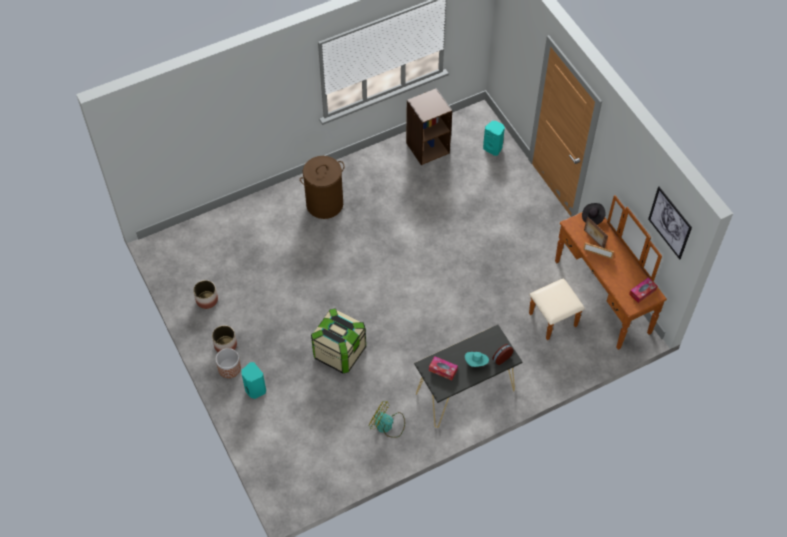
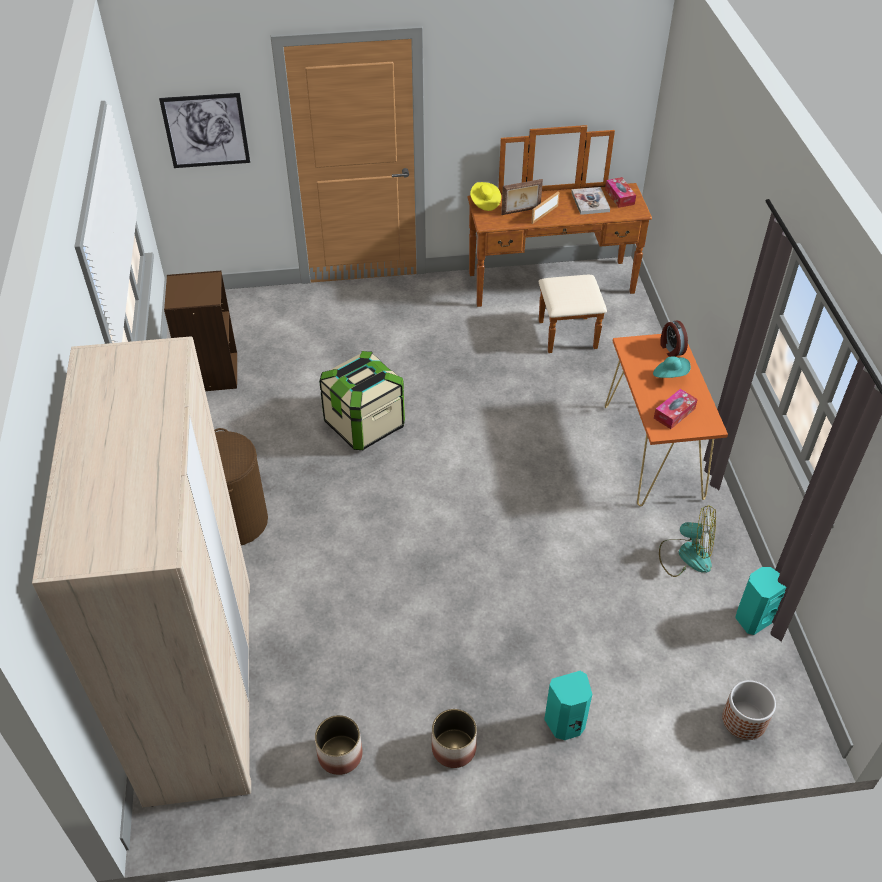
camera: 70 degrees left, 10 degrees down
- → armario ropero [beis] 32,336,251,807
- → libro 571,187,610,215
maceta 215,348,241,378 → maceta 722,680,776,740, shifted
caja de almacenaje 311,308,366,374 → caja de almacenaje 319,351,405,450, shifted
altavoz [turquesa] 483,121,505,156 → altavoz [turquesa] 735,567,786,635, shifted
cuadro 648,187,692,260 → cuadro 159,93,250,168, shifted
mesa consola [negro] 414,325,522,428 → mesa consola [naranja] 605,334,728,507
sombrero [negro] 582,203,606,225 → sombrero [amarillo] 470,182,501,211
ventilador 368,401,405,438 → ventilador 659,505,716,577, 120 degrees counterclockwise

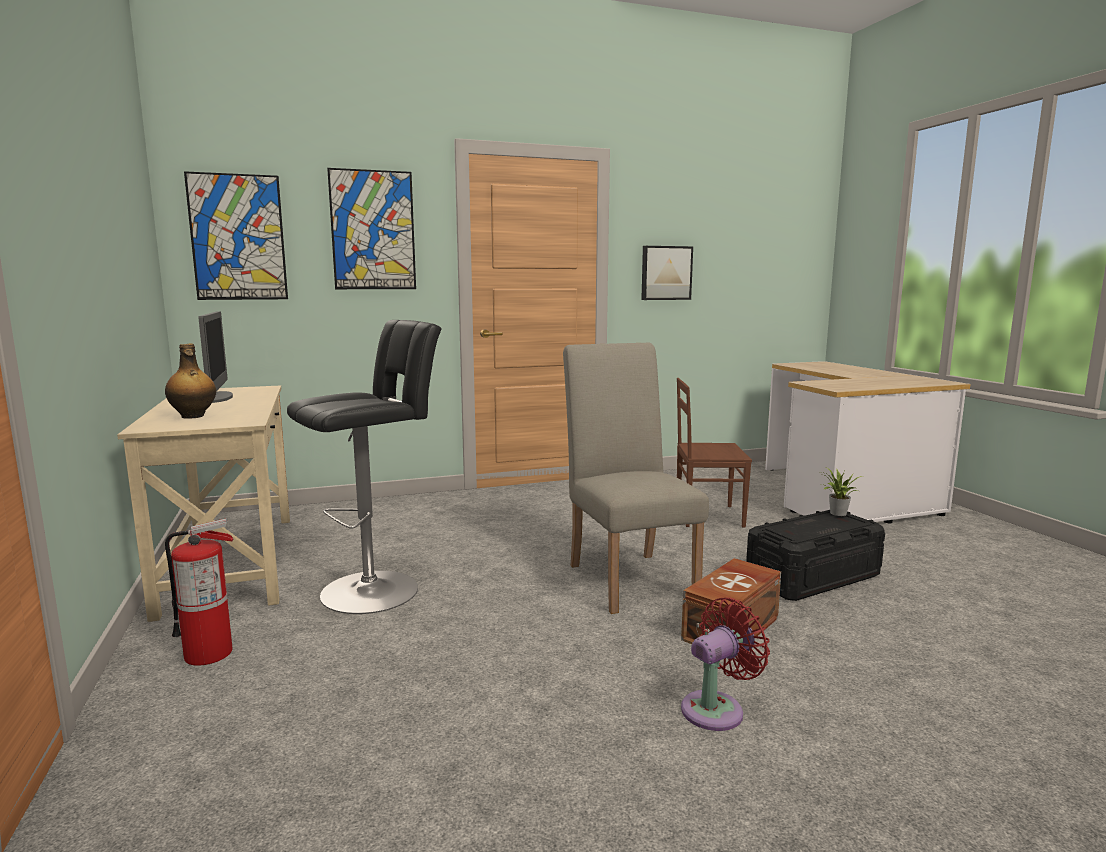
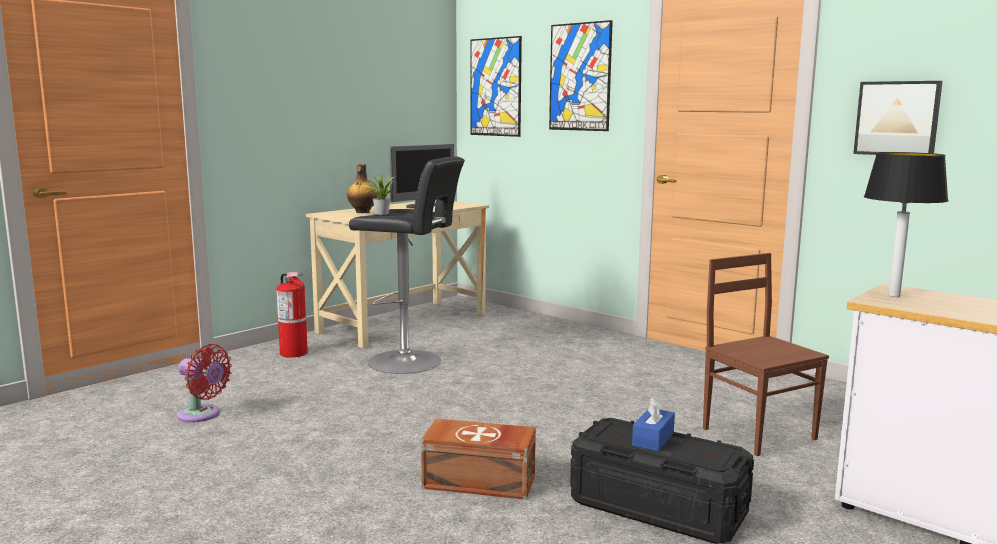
camera: 60 degrees right, 0 degrees up
silla [beis] 563,343,709,614 → -
- → caja de pañuelos [azul] 632,397,675,451
- → lámpara de mesa 864,152,949,297
ventilador [rojo] 681,598,770,731 → ventilador [rojo] 177,344,232,423, shifted
planta en maceta 822,468,862,516 → planta en maceta 362,176,395,215, shifted

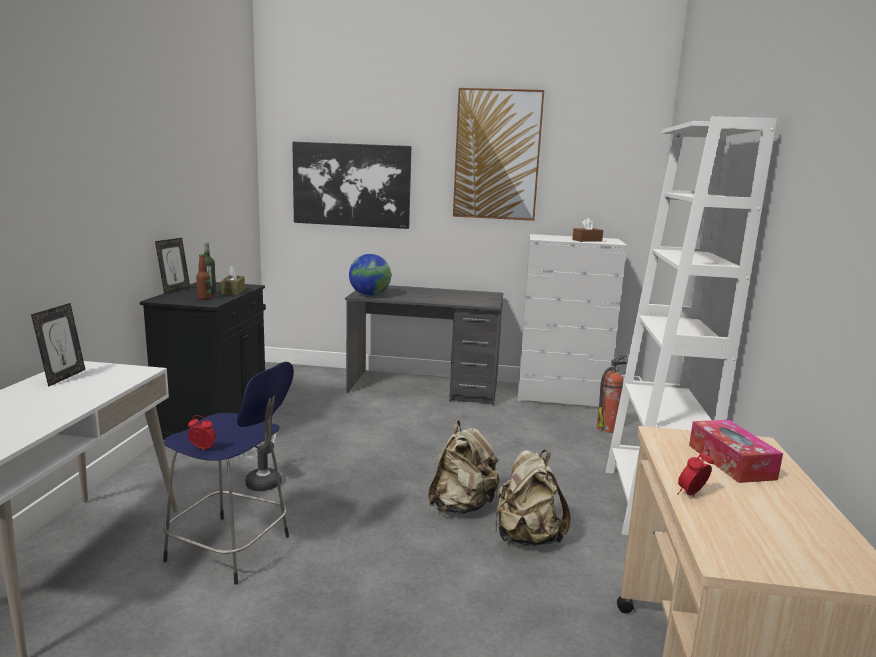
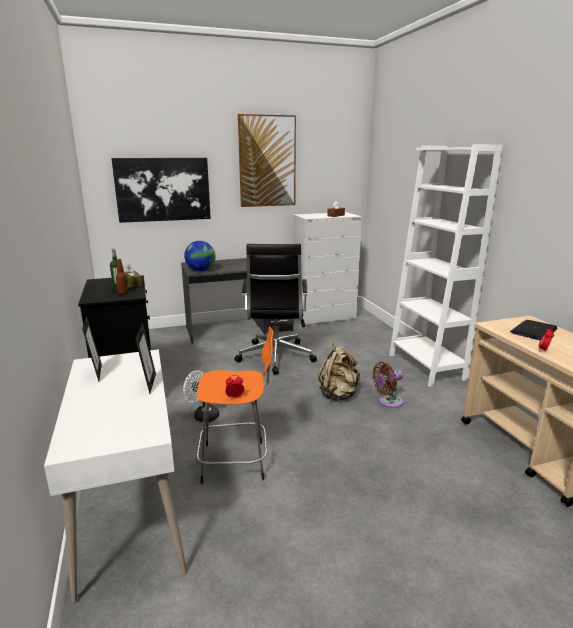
camera: 25 degrees left, 5 degrees up
extintor 597,355,627,433 → -
- → silla de oficina [negro] 235,244,317,375
portarretratos 155,238,190,294 → portarretratos 135,322,156,394, shifted
mochila [beis] 495,450,571,546 → ventilador [marrón] 372,362,403,408
caja de pañuelos 689,420,783,483 → portátil 510,320,557,340
taburete [azul] 163,362,294,585 → taburete [naranja] 196,326,273,484

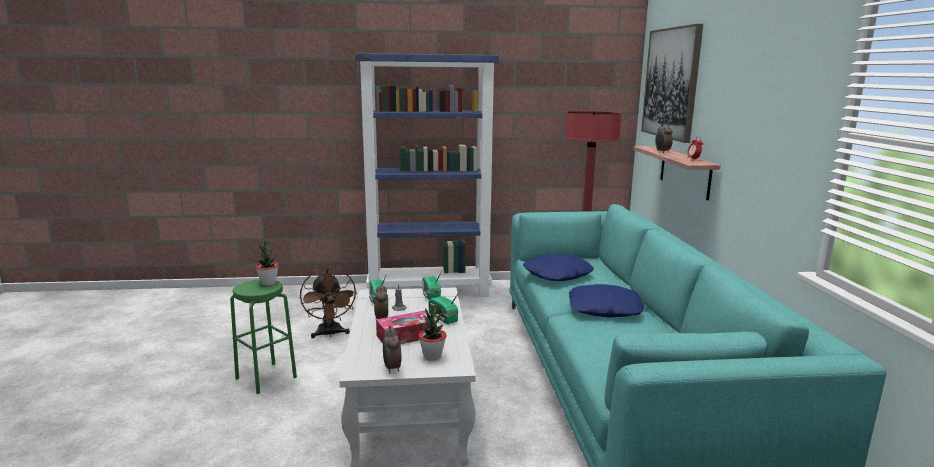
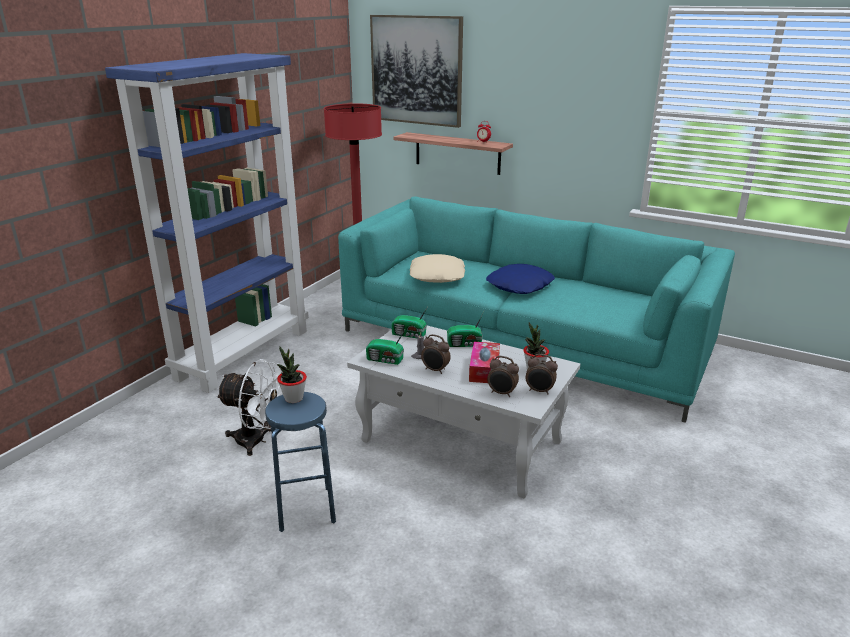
camera: 55 degrees left, 10 degrees up
despertador 655,123,673,153 → despertador 487,356,519,397, shifted
taburete [verde] 230,279,297,394 → taburete [azul] 265,392,336,532
ventilador [marrón] 300,267,357,338 → ventilador [blanco] 216,359,282,456
cojín [azul] 523,254,594,281 → cojín [beis] 410,254,465,283

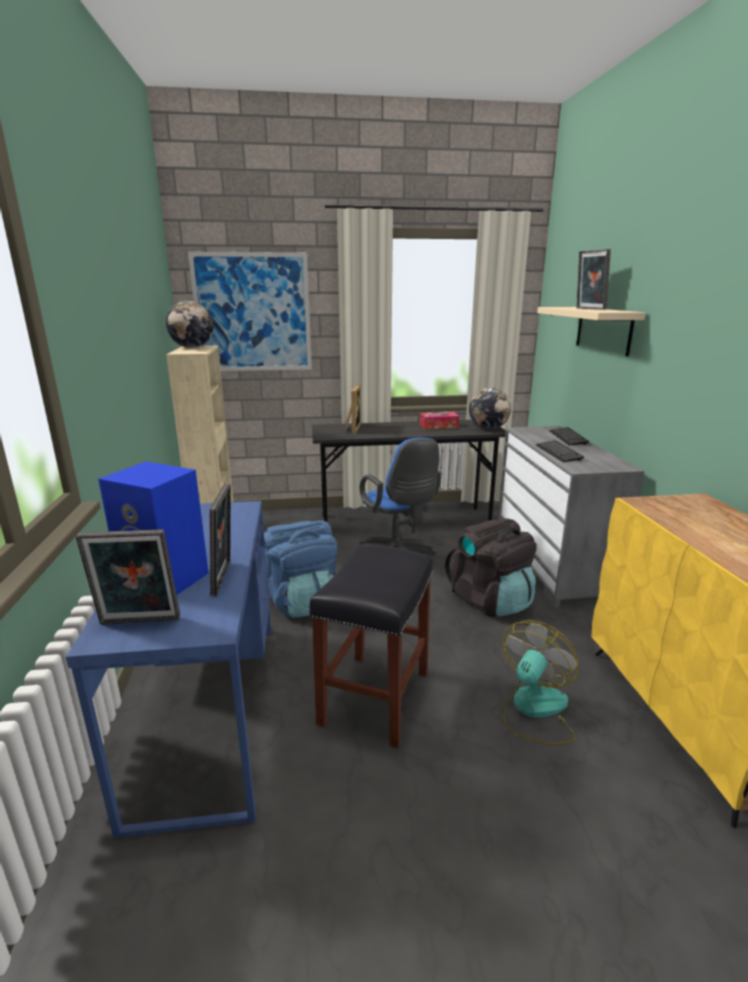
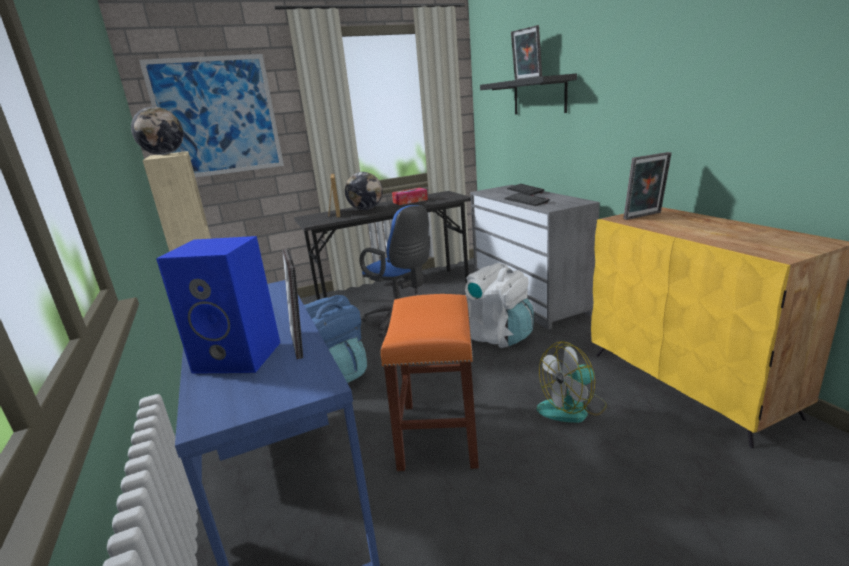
camera: 15 degrees left, 0 degrees up
portarretratos 76,529,180,624 → portarretratos 623,152,672,220, shifted
globo terráqueo 469,388,511,430 → globo terráqueo 345,172,383,210, shifted
taburete [negro] 309,544,433,748 → taburete [naranja] 381,294,479,471
mochila [negro] 445,518,537,617 → mochila [blanco] 465,263,534,348
estante [beis] 537,307,646,357 → estante [negro] 480,74,577,114
ventilador 502,620,579,745 → ventilador 537,341,607,423, 135 degrees counterclockwise

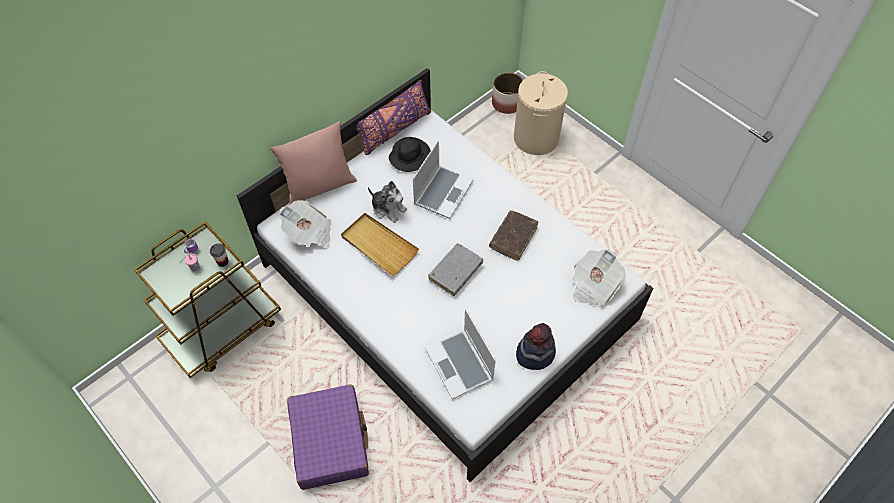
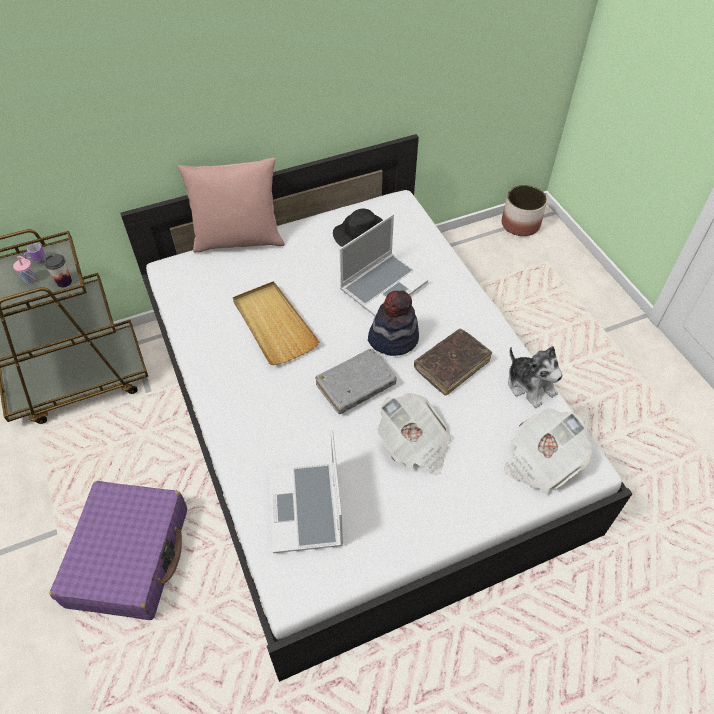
camera: 20 degrees right, 5 degrees down
cojín [morado] 357,80,431,155 → -
cesto de la ropa [beis] 514,71,568,155 → -
periódico 279,200,331,247 → periódico 377,393,452,475, shifted
peluche 368,181,407,223 → peluche 508,346,563,408, shifted
sombrero 516,323,556,370 → sombrero 368,290,419,356, shifted

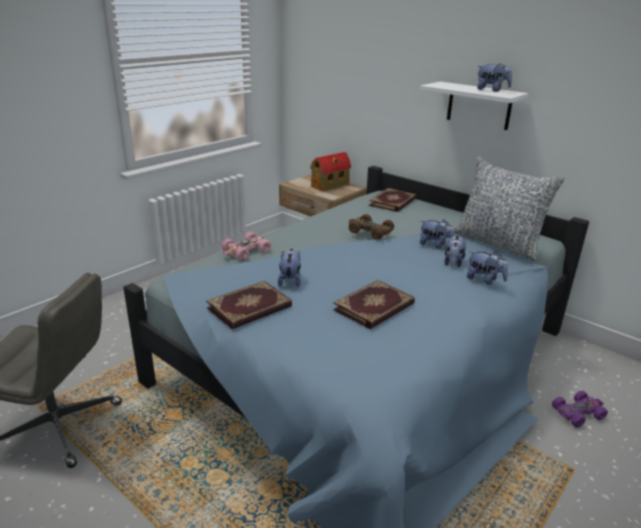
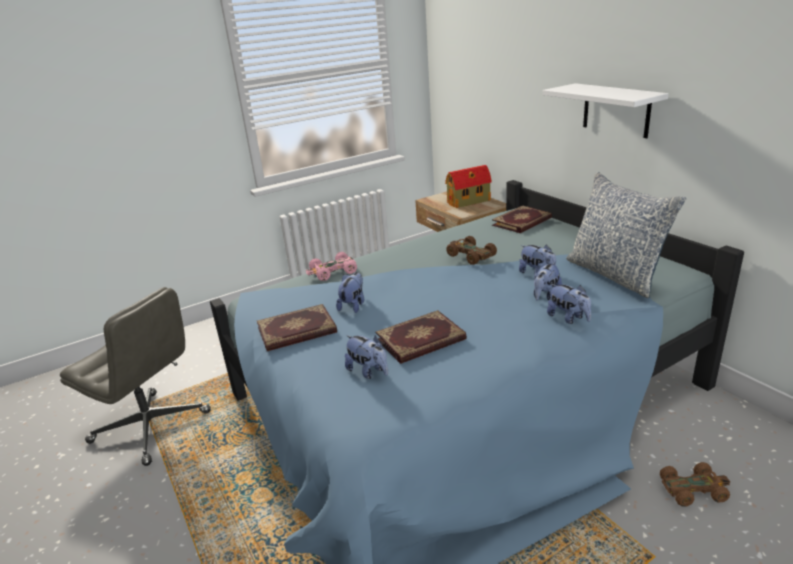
camera: 20 degrees right, 0 degrees up
peluche 477,63,512,92 → peluche 345,335,388,379, shifted
coche de juguete [morado] 552,391,608,427 → coche de juguete [marrón] 660,462,730,507

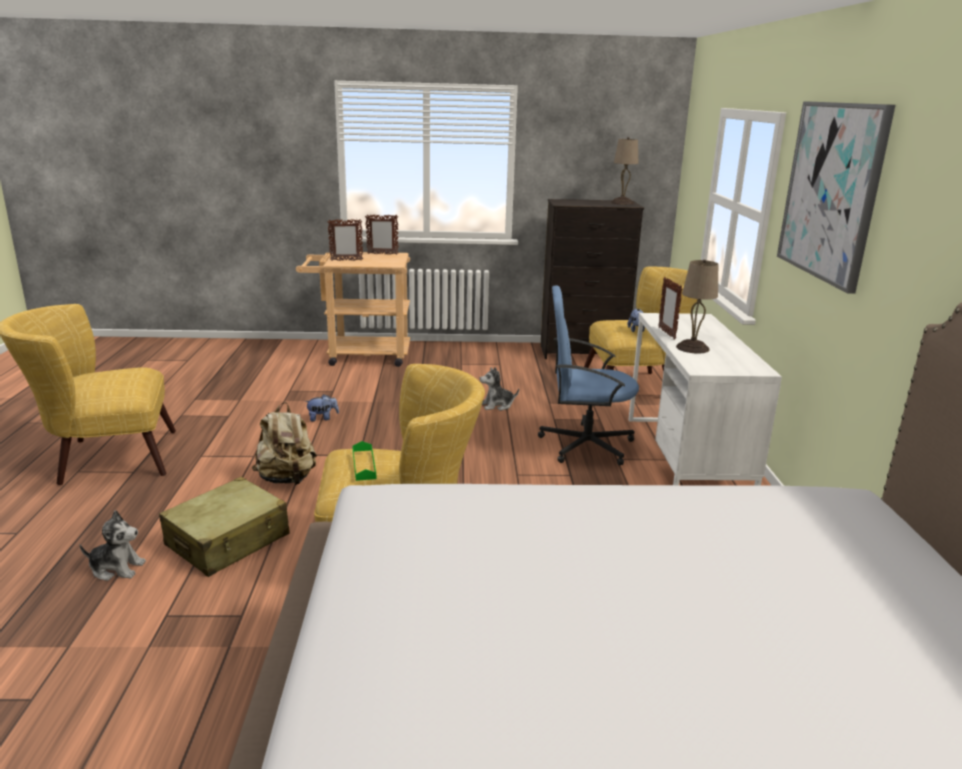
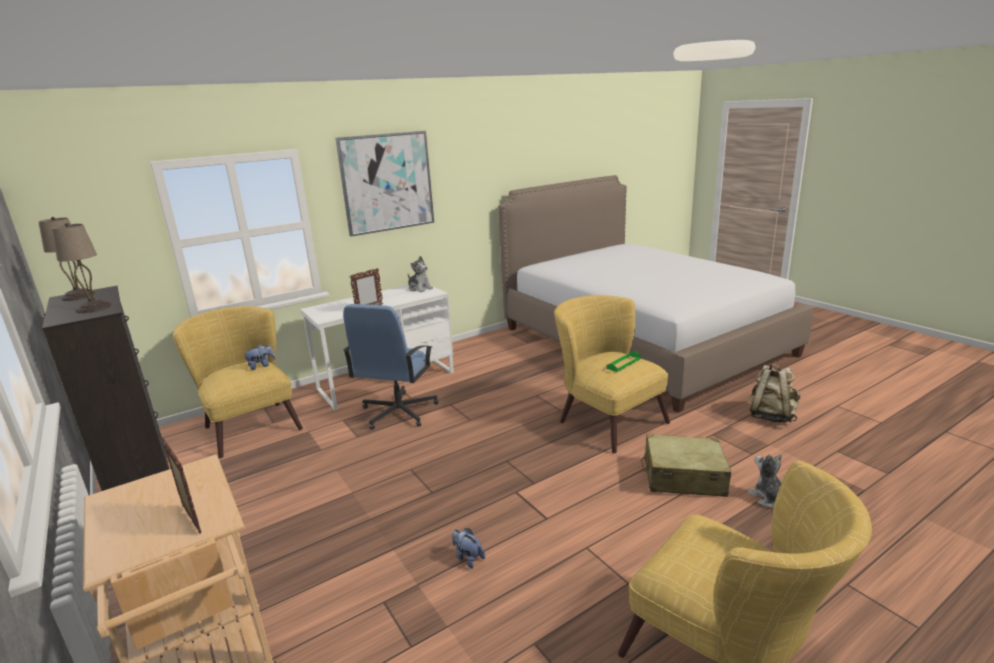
camera: 120 degrees left, 0 degrees up
portarretratos 365,214,398,255 → -
mochila [beis] 252,402,317,485 → mochila [beis] 749,363,800,423, shifted
peluche 480,367,519,411 → peluche 408,256,433,292, shifted
lámpara de mesa [beis] 676,260,718,354 → lámpara de mesa [beis] 51,223,112,313, shifted
silla de oficina [azul] 538,286,639,465 → silla de oficina [azul] 343,304,439,430, 45 degrees clockwise

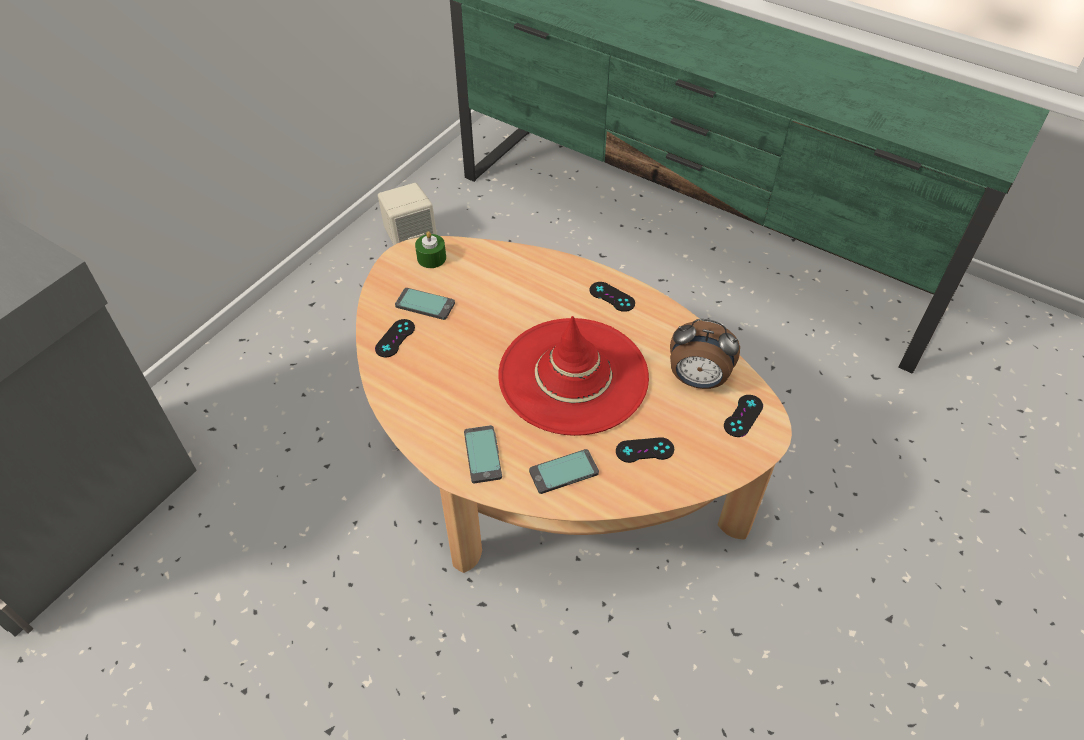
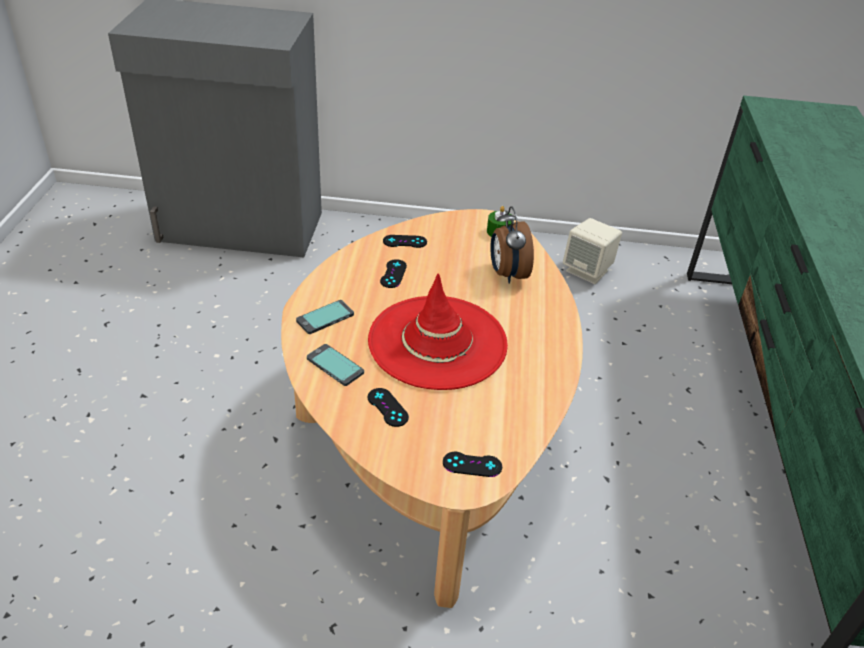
camera: 60 degrees right, 10 degrees down
móvil 395,288,455,320 → -
mando de consola [negro] 590,282,635,312 → mando de consola [negro] 380,259,407,288, shifted
despertador 670,319,740,389 → despertador 490,206,534,284, shifted

